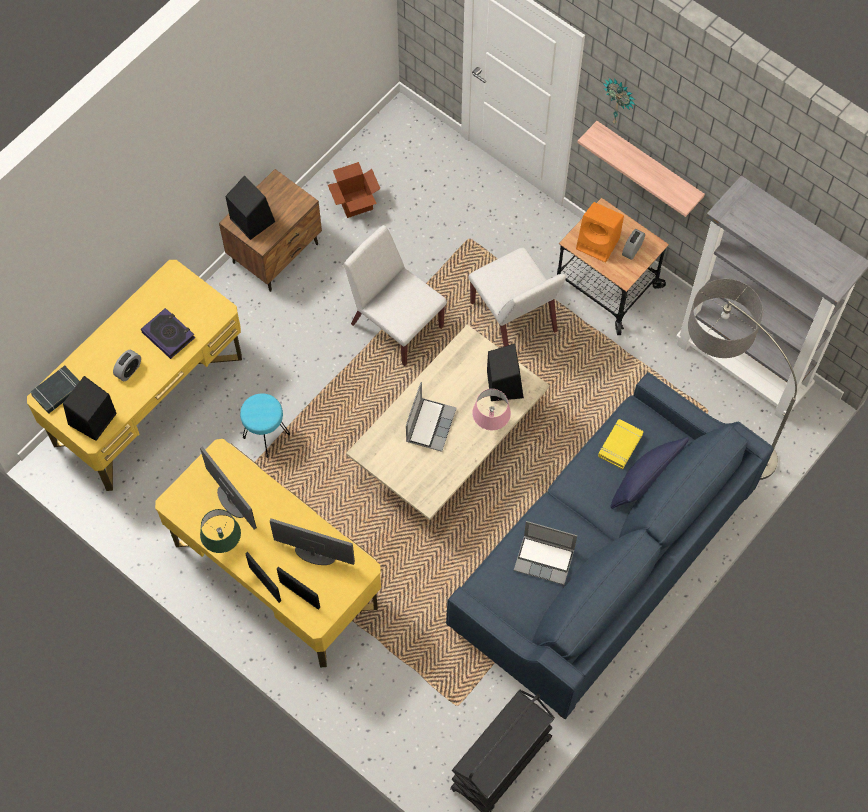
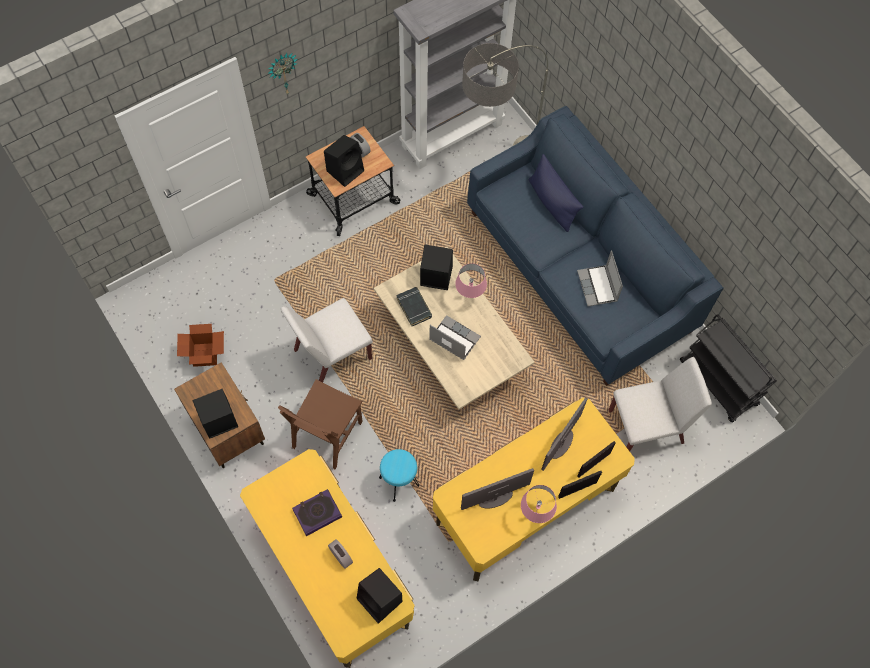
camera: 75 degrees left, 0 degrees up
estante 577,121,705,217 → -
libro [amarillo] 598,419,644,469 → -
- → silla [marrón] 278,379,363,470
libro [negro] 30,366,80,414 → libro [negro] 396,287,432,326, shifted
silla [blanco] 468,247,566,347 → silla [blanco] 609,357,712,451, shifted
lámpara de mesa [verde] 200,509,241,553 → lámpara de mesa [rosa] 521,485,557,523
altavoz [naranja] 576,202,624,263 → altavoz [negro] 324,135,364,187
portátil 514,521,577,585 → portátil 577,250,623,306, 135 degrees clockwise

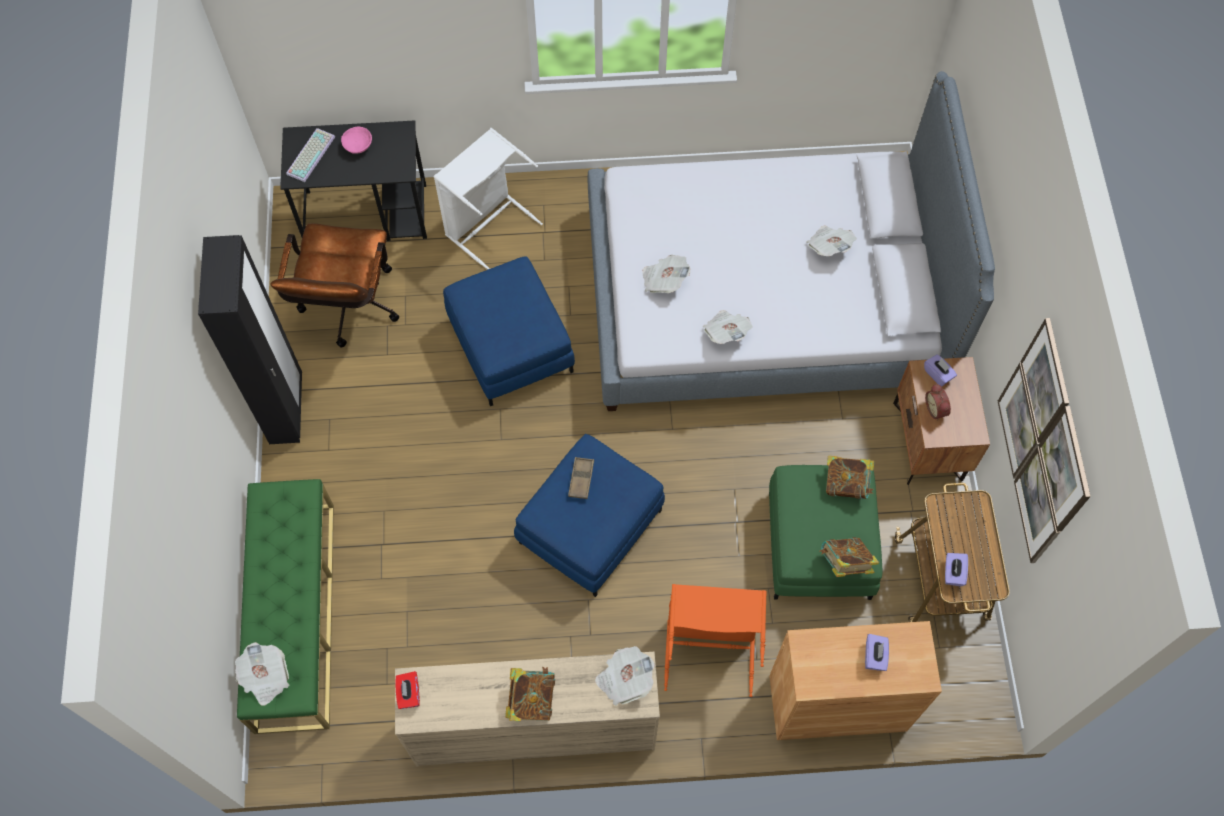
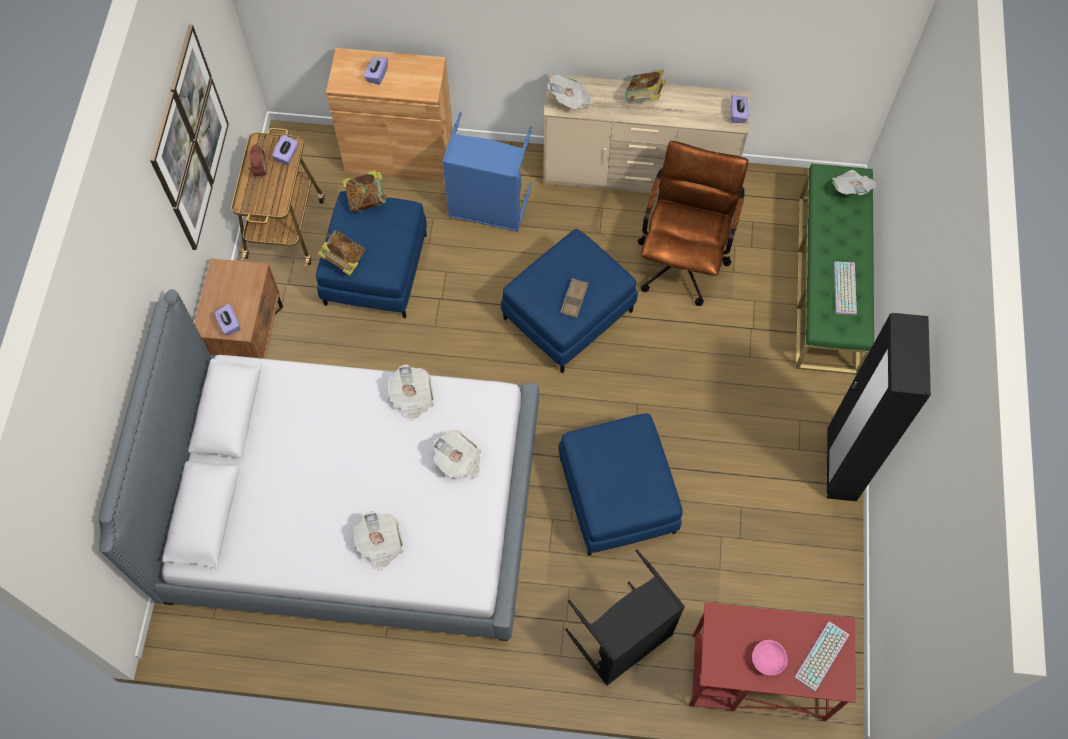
camera: 170 degrees left, 0 degrees up
- → teclado 834,261,857,315
silla de oficina [marrón] 270,223,399,347 → silla de oficina [marrón] 637,141,748,306, shifted
periódico 806,226,857,256 → periódico 353,511,403,570, shifted
despertador 925,384,951,420 → despertador 249,144,267,179, shifted
escritorio [negro] 280,120,427,241 → escritorio [rojo] 689,602,855,721
caja de pañuelos [rojo] 395,671,420,709 → caja de pañuelos [morado] 731,95,749,123
cesto de la ropa [blanco] 434,128,543,269 → cesto de la ropa [negro] 565,550,685,686
cesto de la ropa [naranja] 664,584,766,697 → cesto de la ropa [azul] 442,112,532,232
puf [verde] 769,465,882,600 → puf [azul] 316,191,427,318

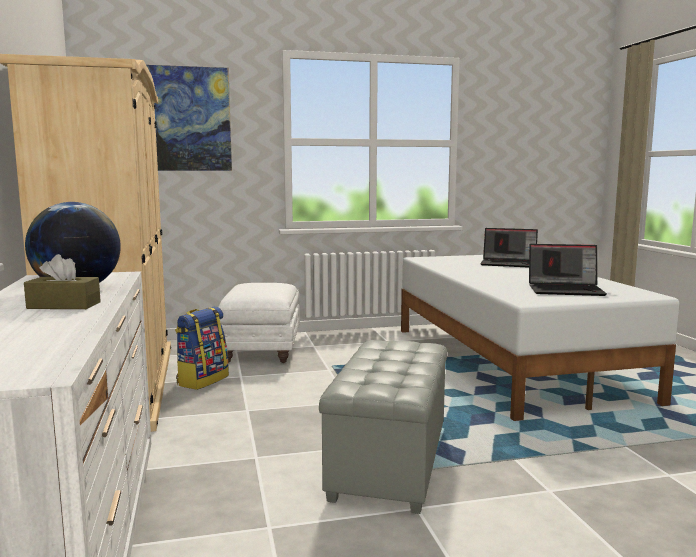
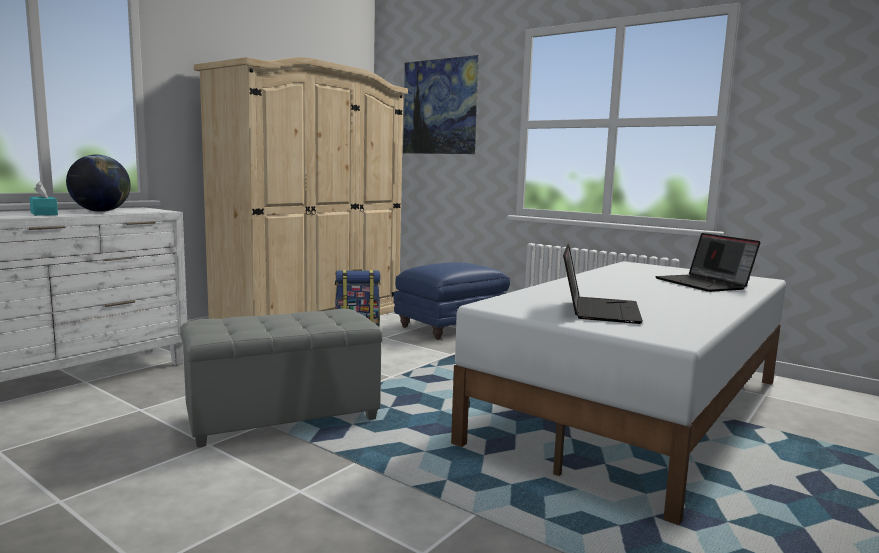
camera: 50 degrees right, 0 degrees up
caja de pañuelos [marrón] 24,254,101,309 → caja de pañuelos [turquesa] 29,182,58,216
puf [blanco] 218,283,300,363 → puf [azul] 393,262,510,340
portátil 529,244,607,296 → portátil 563,244,643,324, 135 degrees counterclockwise

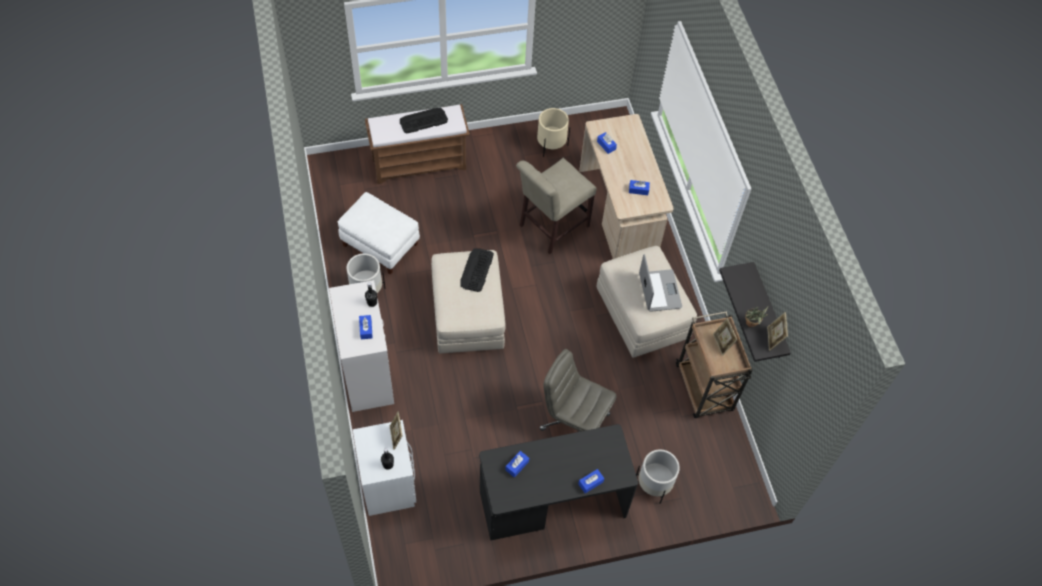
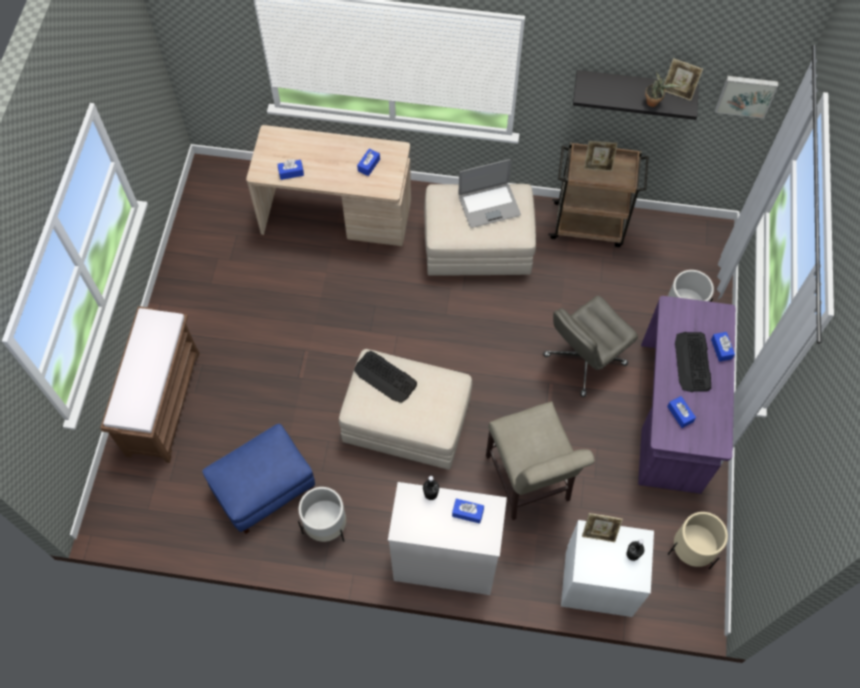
camera: 65 degrees left, 5 degrees up
- → cuadro 715,76,778,118
teclado 400,108,448,134 → teclado 675,332,711,392, shifted
silla [beis] 516,158,597,254 → silla [beis] 486,401,595,520, shifted
maceta [beis] 537,108,570,157 → maceta [beis] 668,512,728,569, shifted
puf [blanco] 338,192,420,275 → puf [azul] 202,424,315,534
escritorio [negro] 479,424,638,540 → escritorio [morado] 638,296,736,494
portátil 639,254,682,312 → portátil 458,159,521,228, 150 degrees clockwise

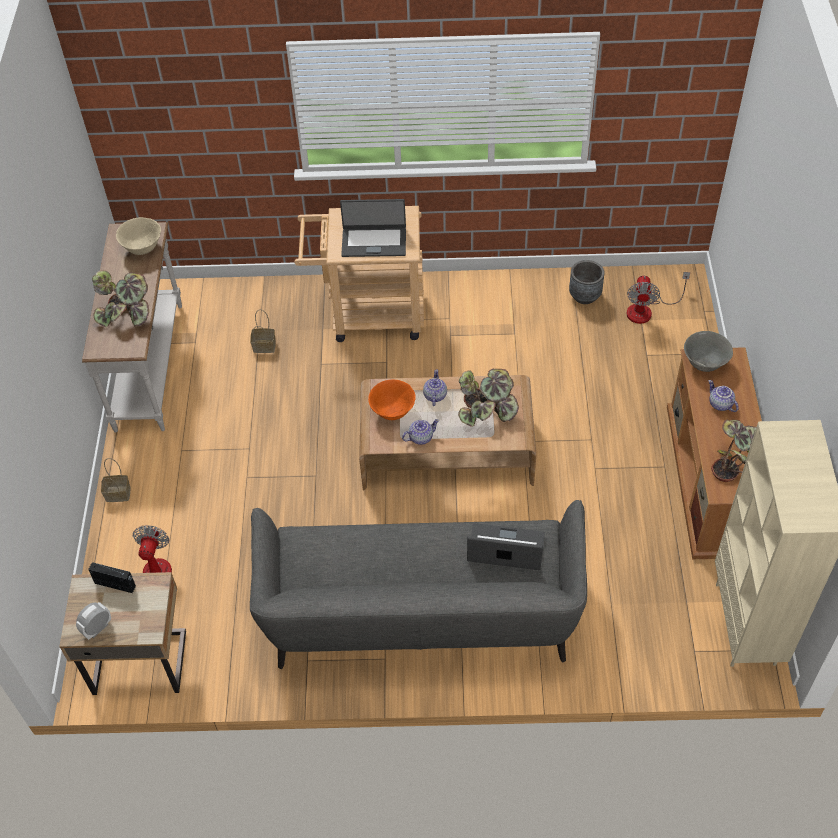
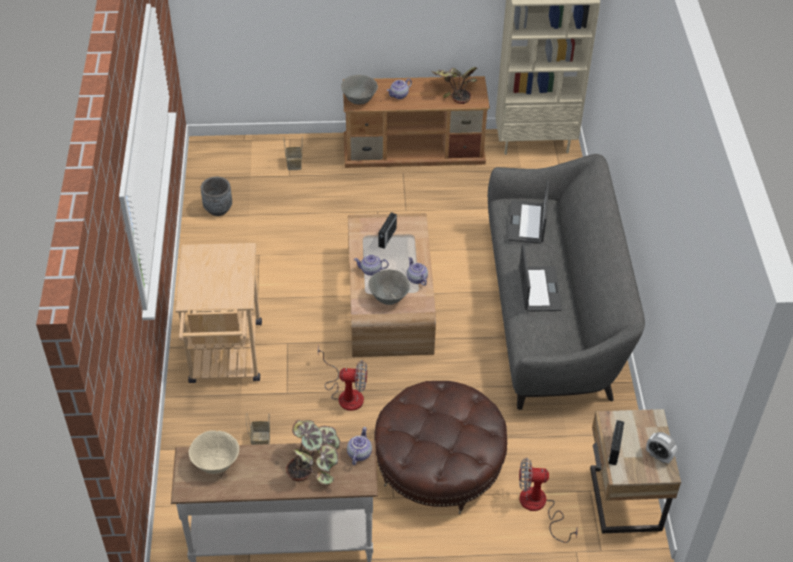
camera: 95 degrees left, 5 degrees down
- → tetera 347,427,372,465
- → puf [marrón] 374,381,507,514
cesta 101,458,130,502 → cesta 284,139,302,170, shifted
portátil 340,199,406,257 → portátil 519,243,562,312, shifted
ventilador 626,272,690,324 → ventilador 318,345,367,411, shifted
planta en maceta 458,368,519,427 → radio 379,213,397,249
cuenco [naranja] 368,380,416,420 → cuenco [gris] 368,269,410,305

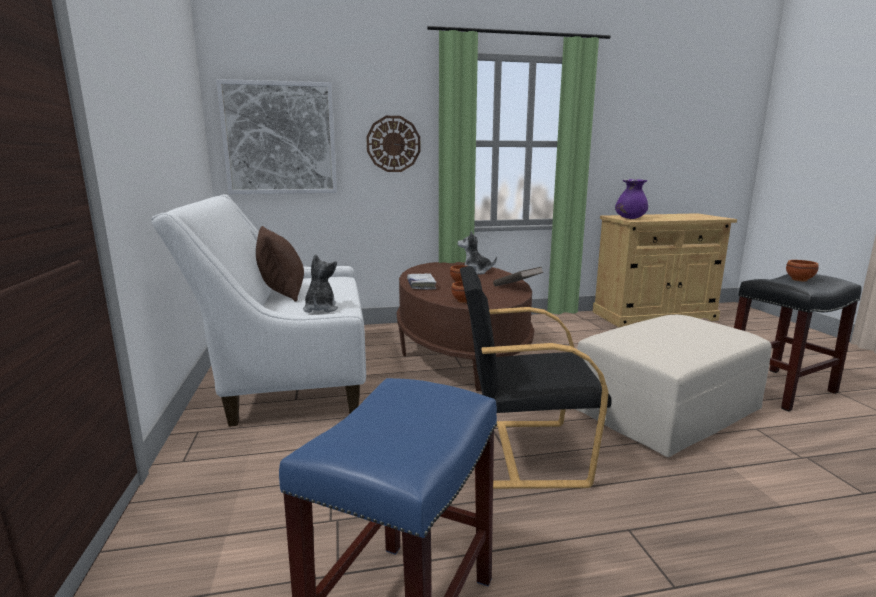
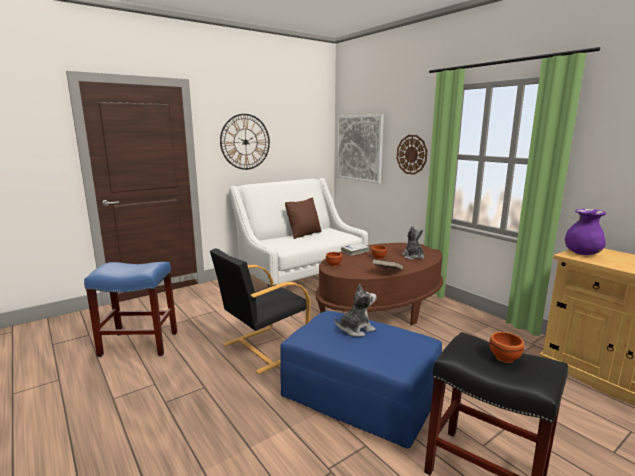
camera: 65 degrees right, 0 degrees up
- → reloj de pared 220,114,270,170
peluche 303,254,338,313 → peluche 335,284,376,337, shifted
puf [beis] 576,315,772,457 → puf [azul] 280,311,442,448
sillón [negro] 460,266,611,489 → sillón [negro] 210,248,310,374, 105 degrees counterclockwise

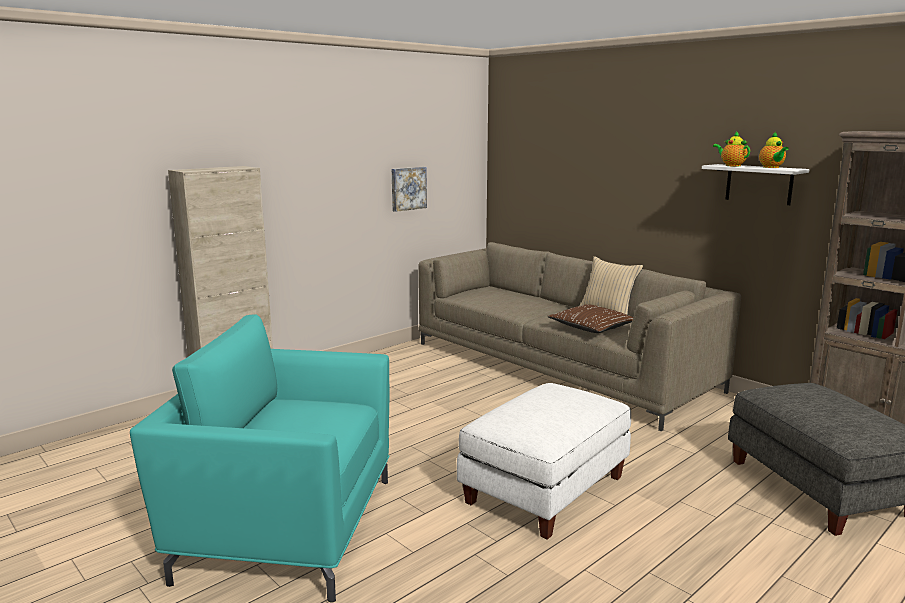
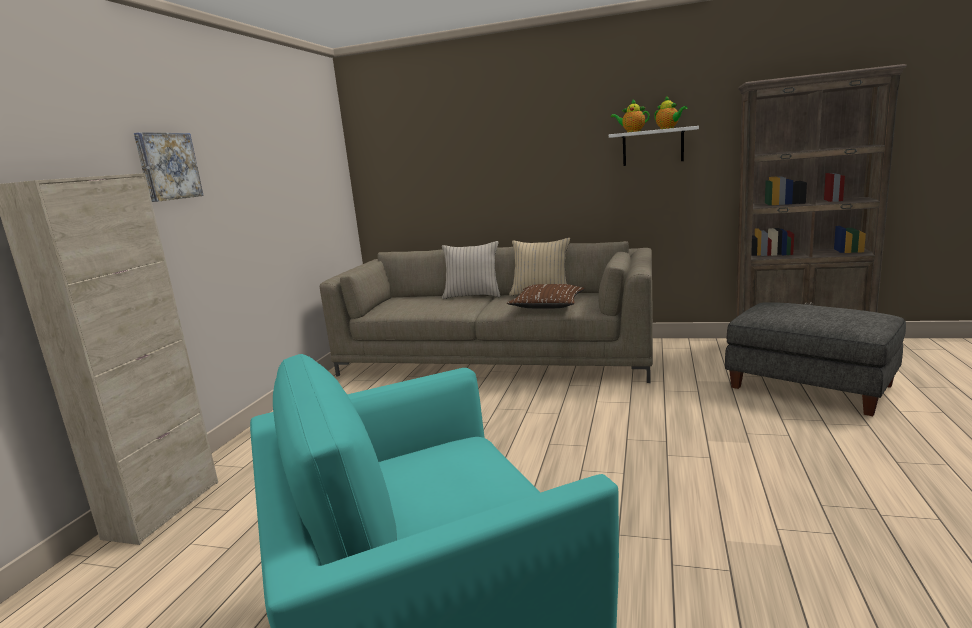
camera: 30 degrees left, 0 degrees up
puf [blanco] 457,383,631,540 → -
- → cojín [beis] 442,241,500,299
cuadro 392,167,427,212 → cuadro 134,132,204,202, shifted

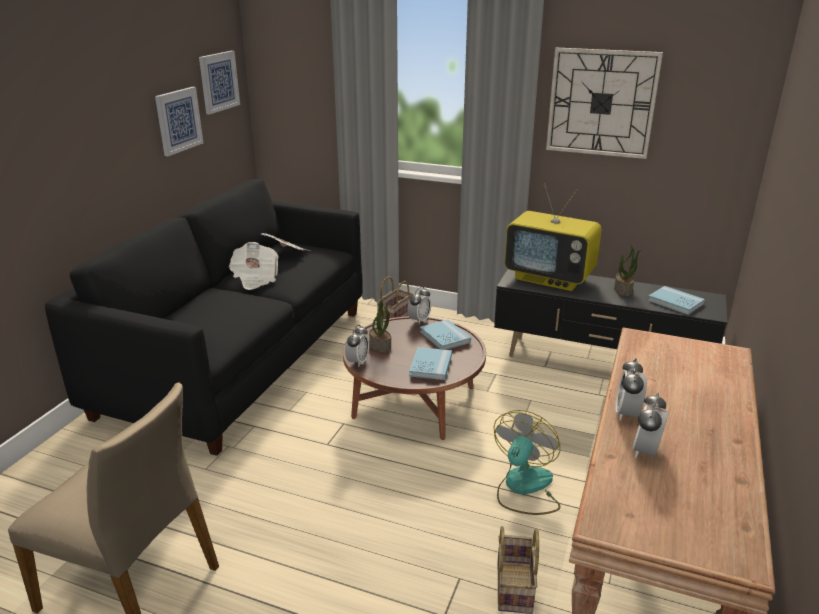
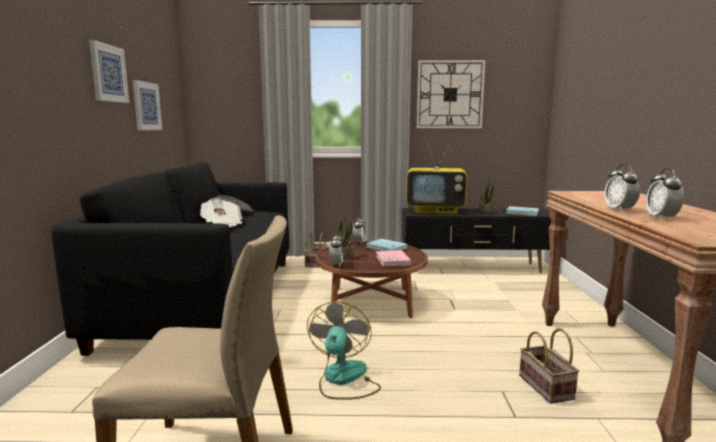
camera: 20 degrees left, 15 degrees down
cuadro 199,51,240,115 → cuadro 89,40,129,103, shifted
ventilador 494,410,561,515 → ventilador 307,301,381,400, shifted
libro [azul] 409,347,452,380 → libro [rosa] 376,250,411,267

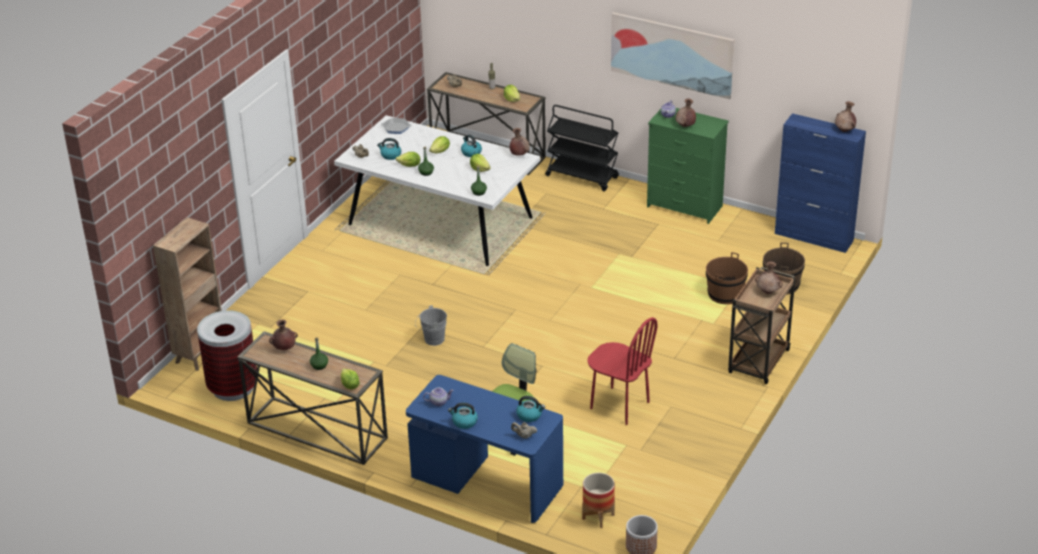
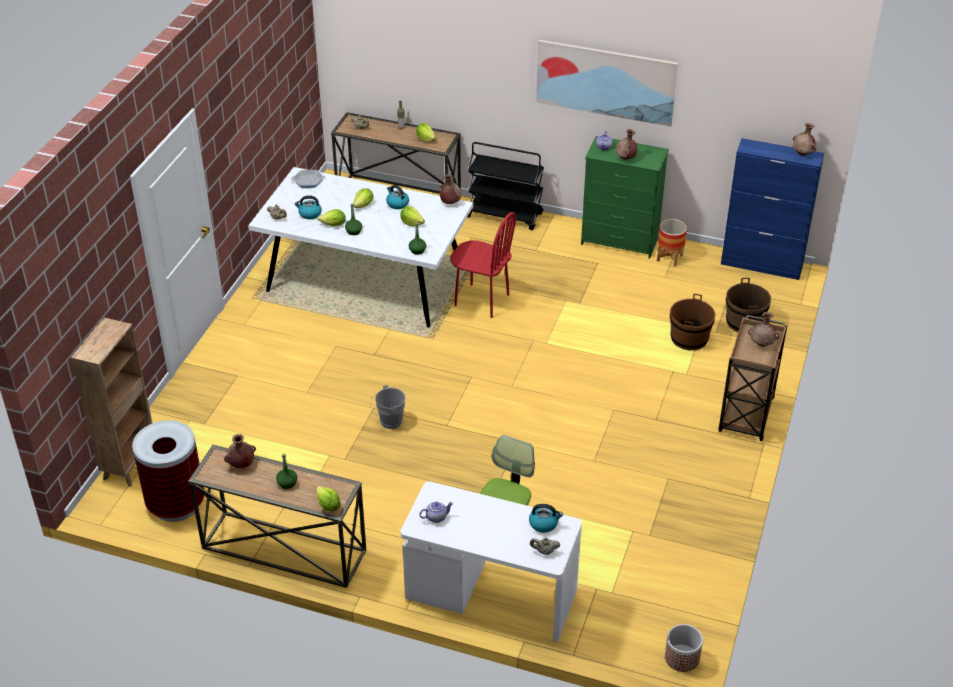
camera: 10 degrees left, 5 degrees up
hervidor 448,402,478,429 → -
maceta 582,473,615,528 → maceta 657,219,687,267, shifted
silla [rojo] 587,317,658,425 → silla [rojo] 450,212,516,318, shifted
escritorio [azul] 406,375,563,523 → escritorio [blanco] 400,481,582,642

